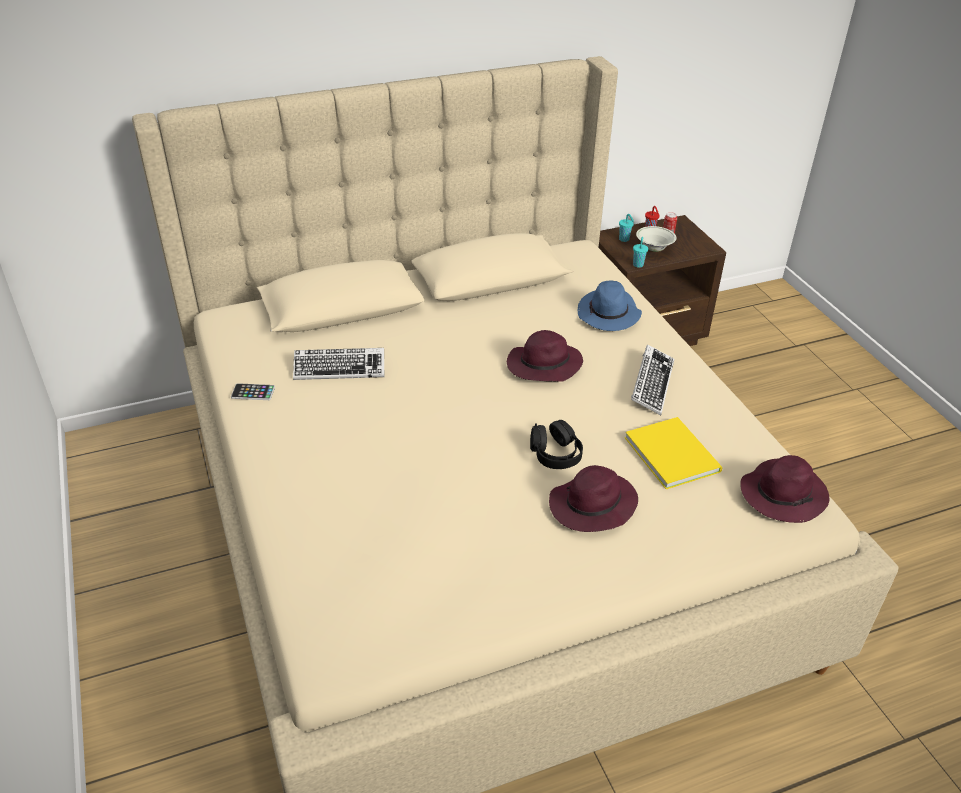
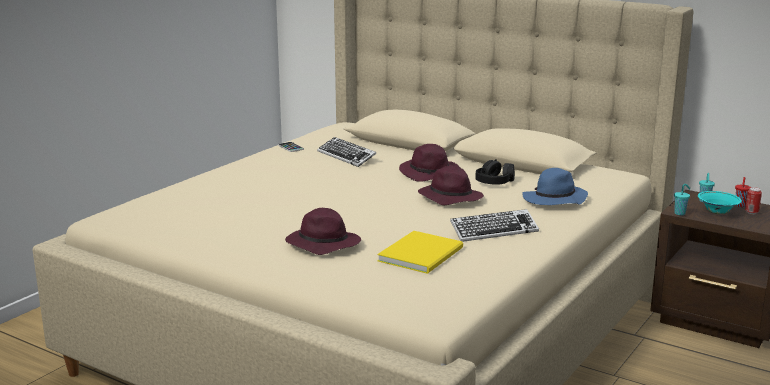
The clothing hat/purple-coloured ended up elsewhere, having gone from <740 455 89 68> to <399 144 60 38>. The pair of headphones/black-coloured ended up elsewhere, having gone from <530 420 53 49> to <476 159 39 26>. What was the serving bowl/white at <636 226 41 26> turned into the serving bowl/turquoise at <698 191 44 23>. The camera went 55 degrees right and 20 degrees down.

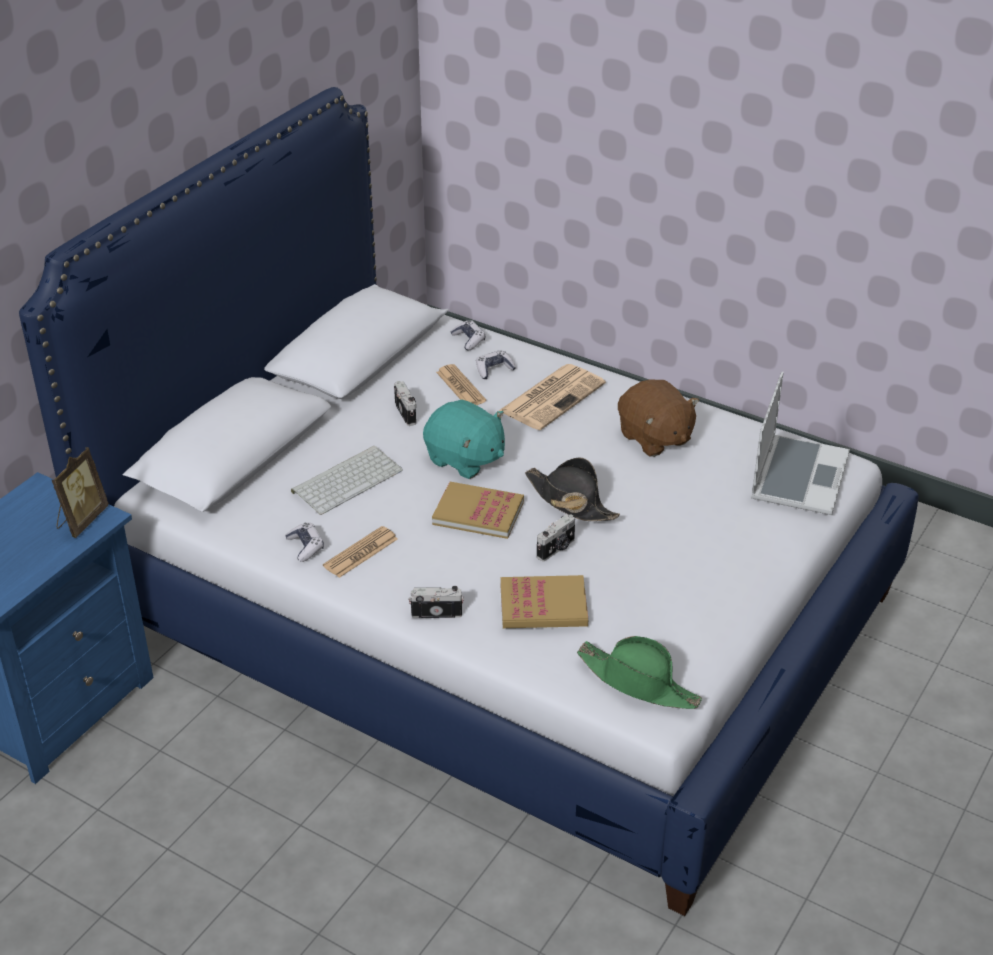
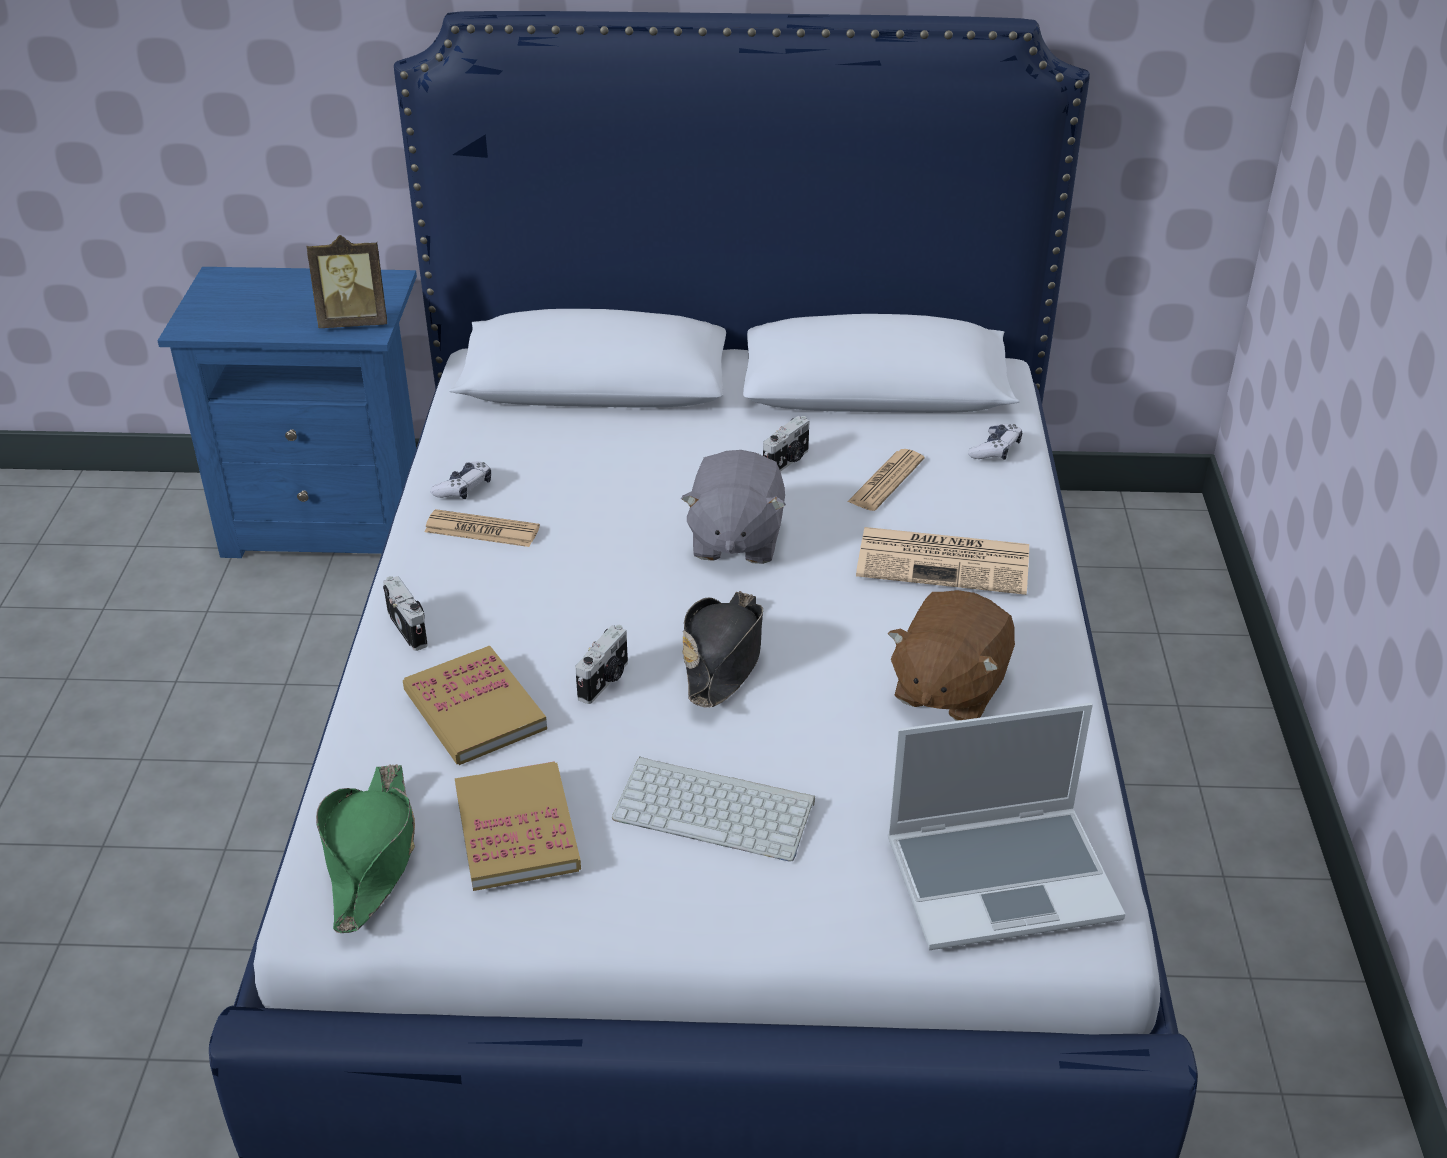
The bound book ended up elsewhere, having gone from <432 482 92 57> to <455 761 126 130>. The photo camera at <537 514 38 48> ended up facing another way, 75 degrees counterclockwise from before. The keyboard ended up elsewhere, having gone from <291 446 112 69> to <612 756 203 105>. What was the plush toy/turquoise at <423 400 82 79> turned into the plush toy/gray at <681 450 105 114>. The second view lost the game controller at <476 350 40 29>. The camera went 60 degrees right and 0 degrees up.

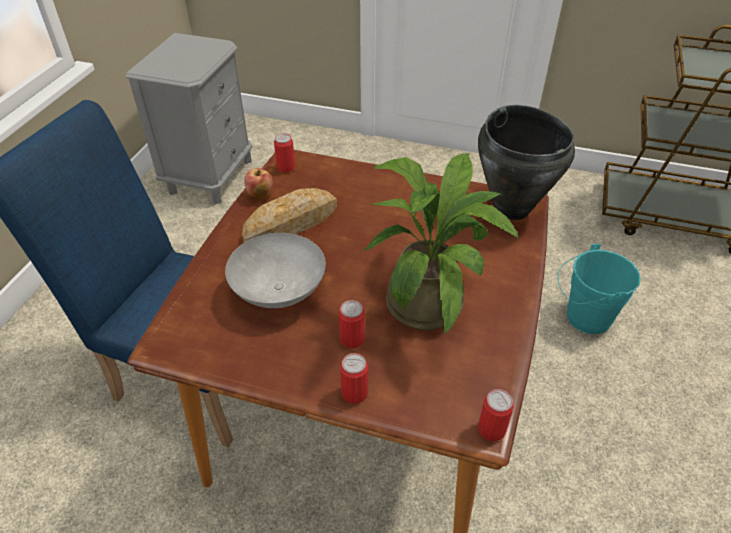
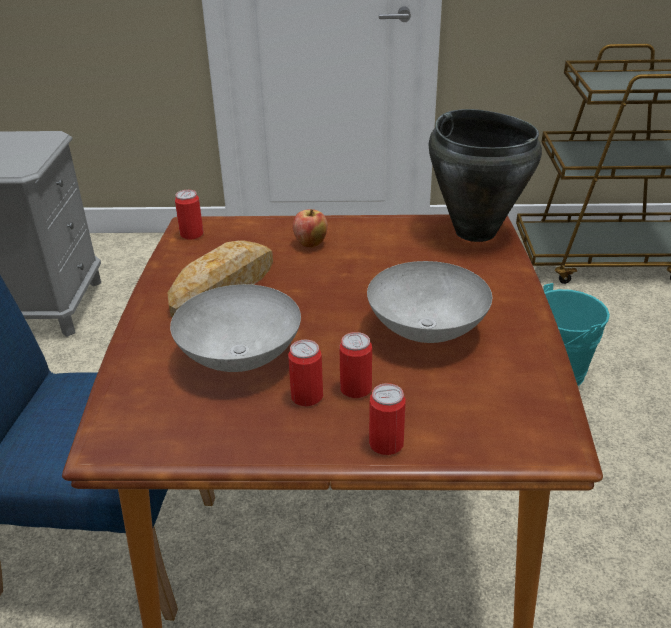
The sealed can ended up elsewhere, having gone from <478 389 36 52> to <288 340 35 66>. The apple fruit ended up elsewhere, having gone from <244 168 29 31> to <293 209 35 38>. Where the houseplant stood at <364 153 155 182>, the serving bowl/gray came to stand at <367 261 125 82>. The camera went 15 degrees left and 10 degrees down.

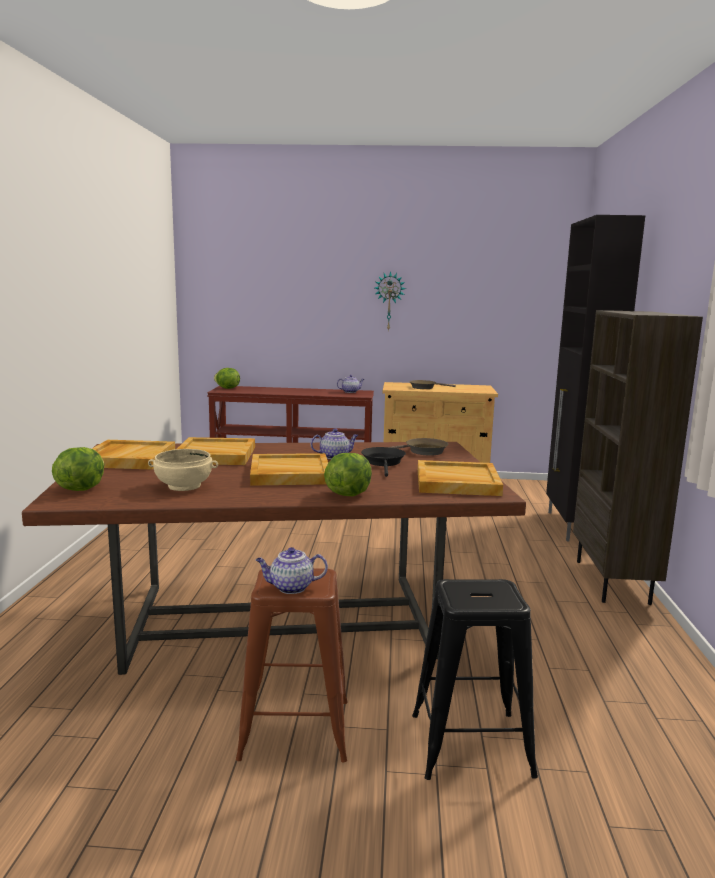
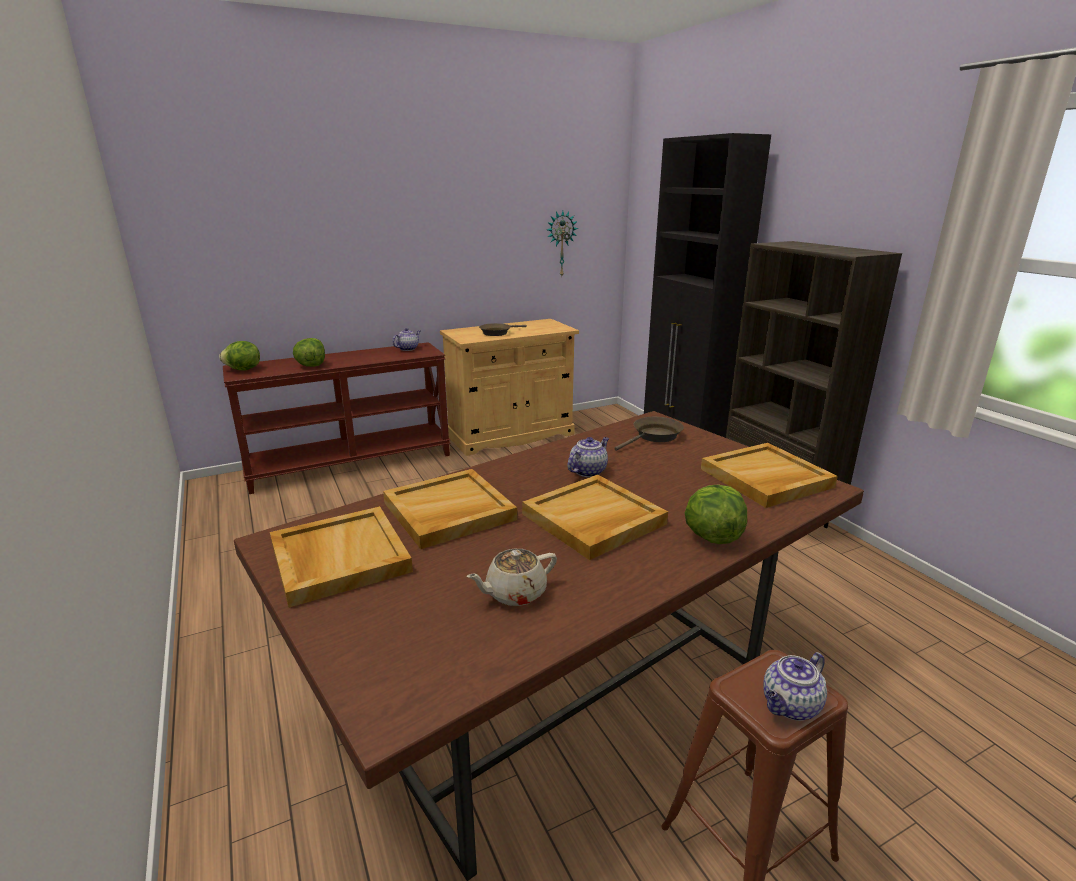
The lettuce head ended up elsewhere, having gone from <52 447 52 44> to <293 338 32 29>. Where the serving bowl/sand-coloured stood at <148 449 70 42>, the teapot/sand-coloured came to stand at <466 549 91 57>. The hanging clock ended up elsewhere, having gone from <375 271 31 60> to <547 211 31 67>. The second view lost the pan/black-coloured at <361 447 45 30>. The second view lost the stool seat/black-coloured at <412 579 126 201>. The camera went 30 degrees left and 10 degrees up.

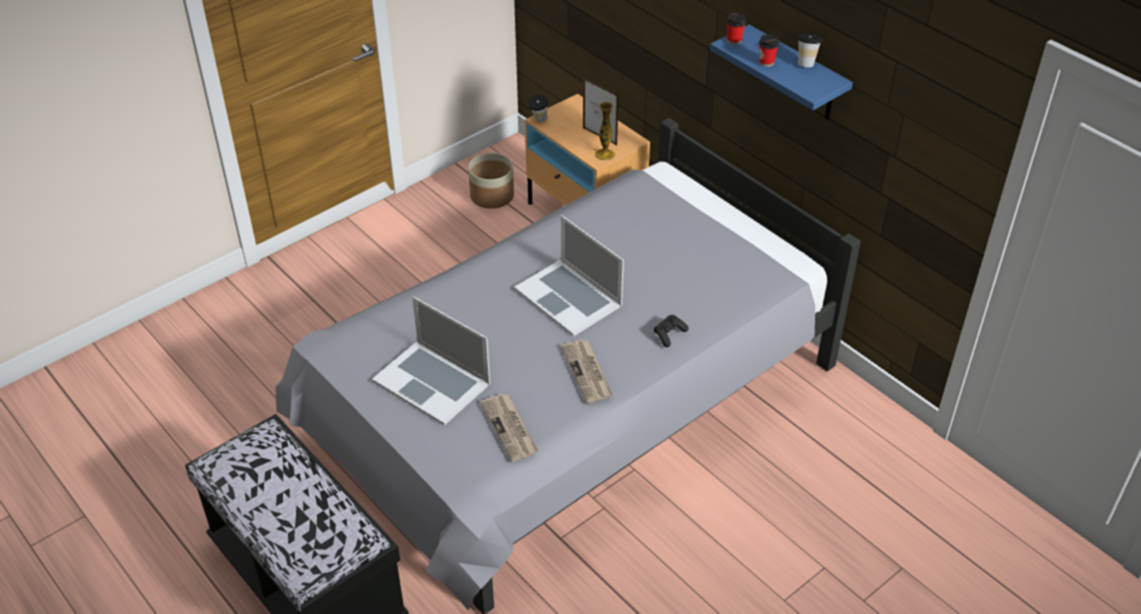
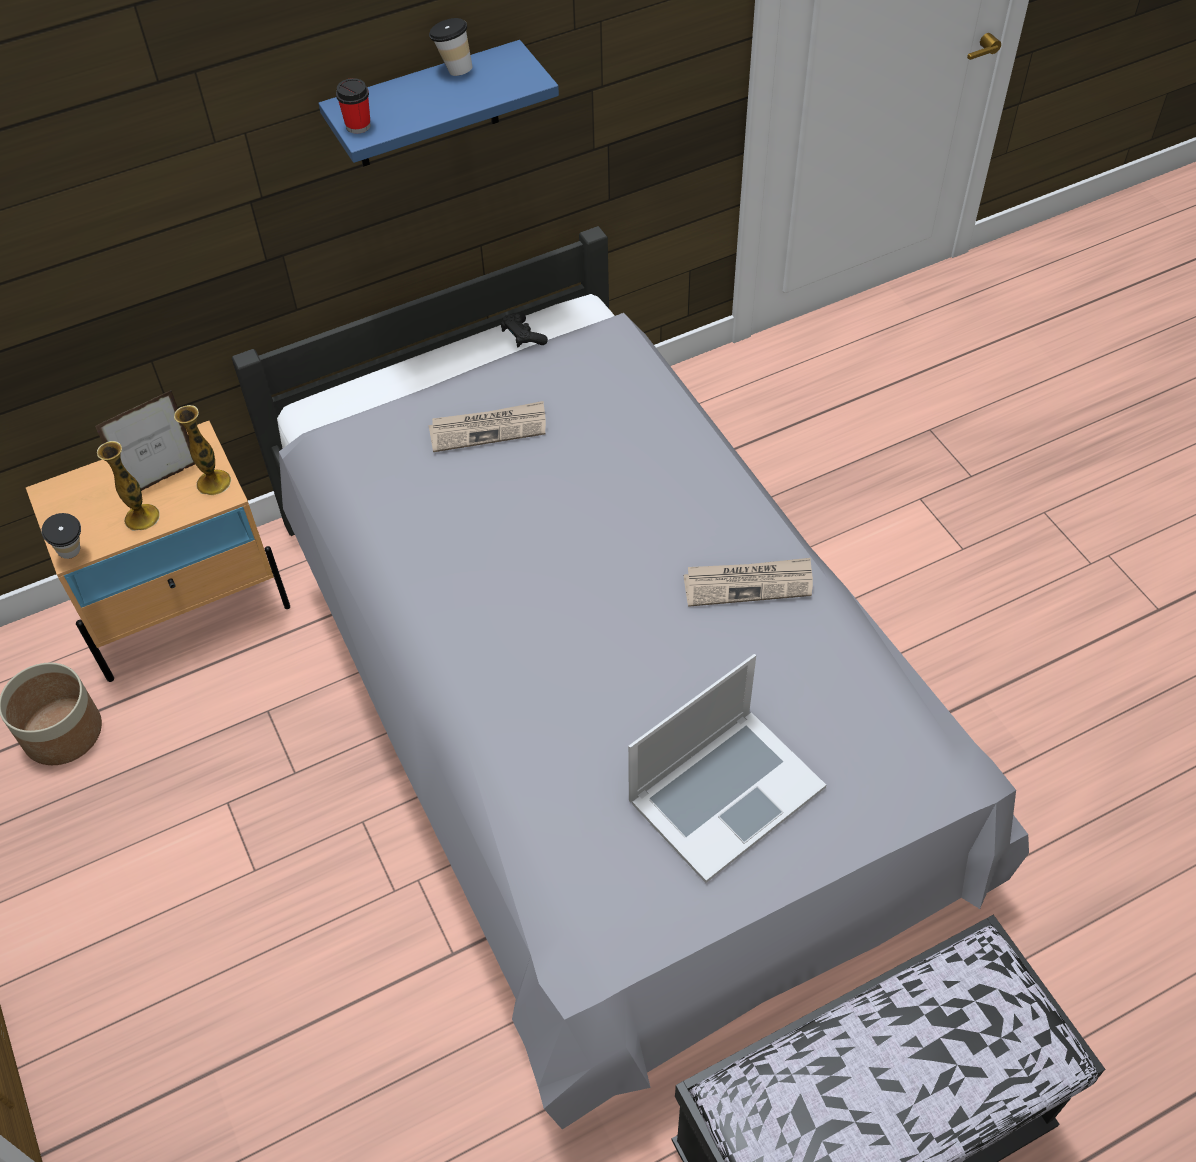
The second view gained the decorative vase at <97 441 63 90>. The daily paper ended up elsewhere, having gone from <480 394 58 68> to <429 401 117 51>. The game controller/black-coloured ended up elsewhere, having gone from <654 315 34 32> to <501 313 47 34>. The second view lost the laptop at <514 215 110 122>. The second view lost the drinking cup at <759 34 20 33>. The camera went 75 degrees left and 10 degrees up.

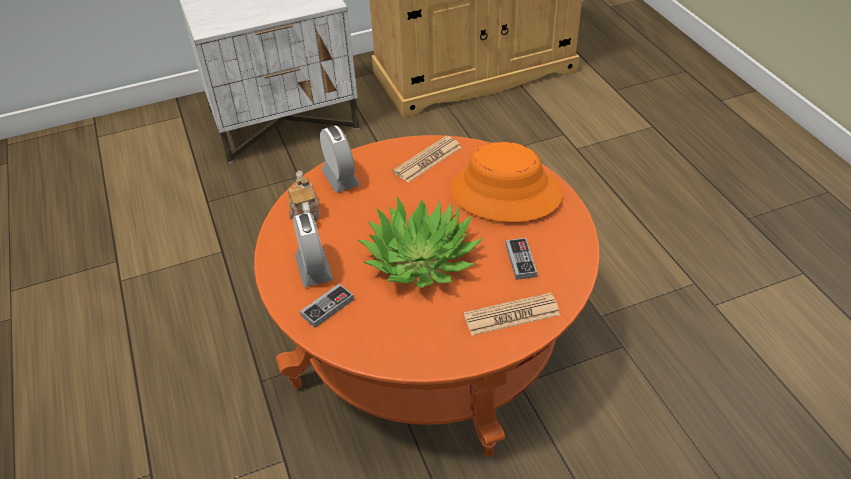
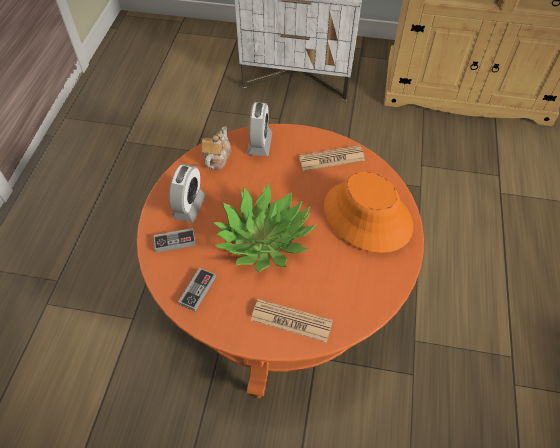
The game controller ended up elsewhere, having gone from <506 238 31 42> to <178 268 38 43>. The camera went 30 degrees right and 10 degrees up.

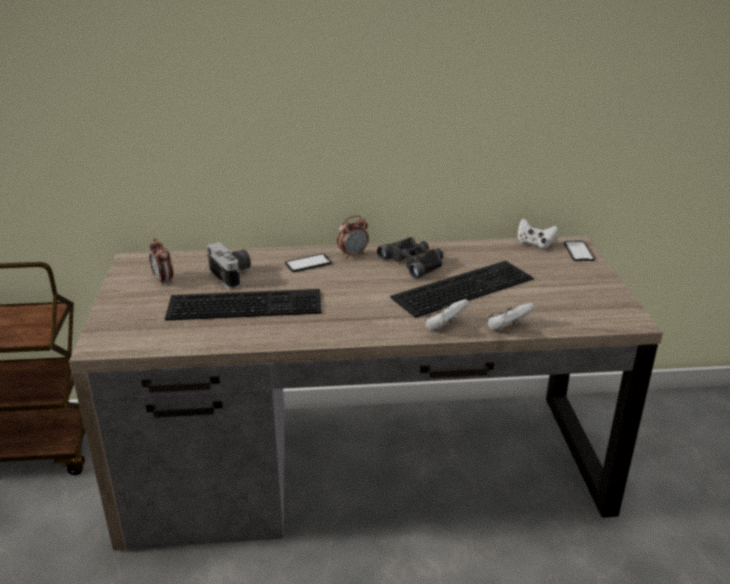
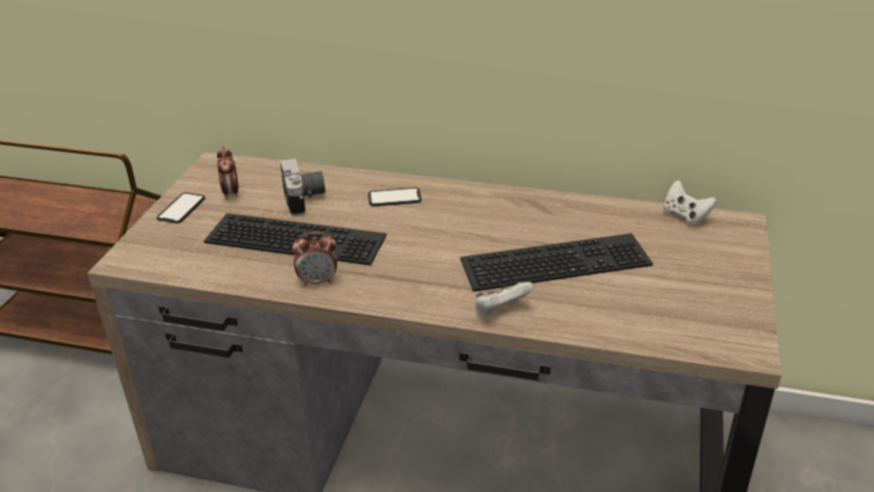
The telephone ended up elsewhere, having gone from <564 241 31 20> to <157 192 48 31>. The alarm clock ended up elsewhere, having gone from <337 216 32 43> to <292 232 45 55>. The second view lost the field glasses/black-coloured at <377 237 66 42>. The second view lost the game controller/white at <488 303 46 28>. The camera went 20 degrees right and 5 degrees up.

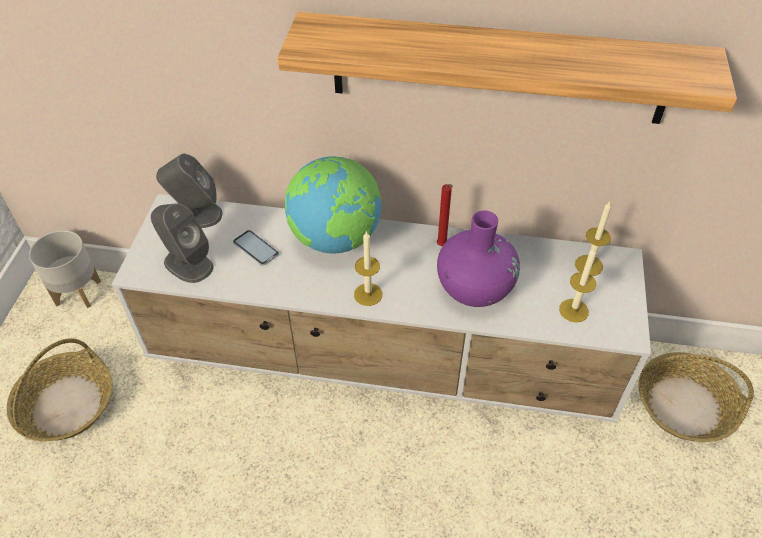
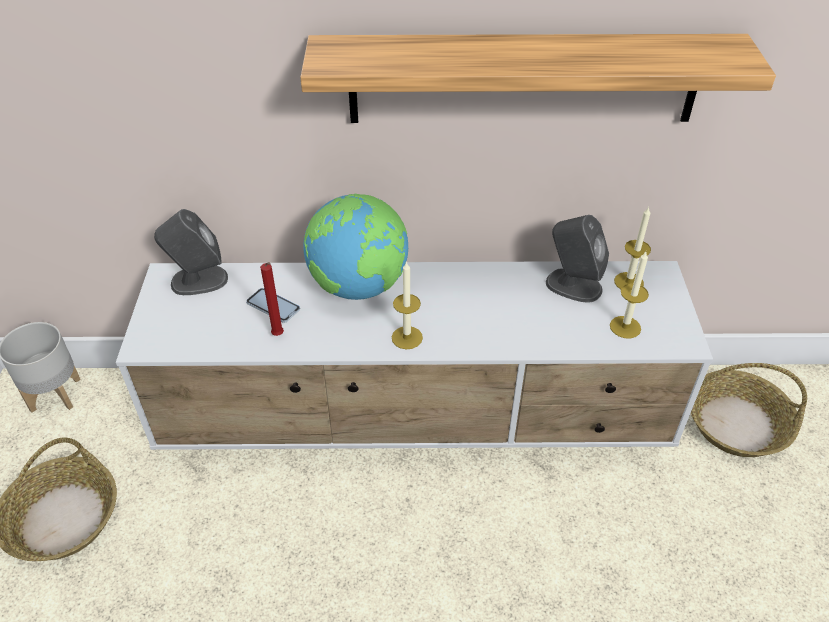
The candle/reddish ended up elsewhere, having gone from <437 184 16 62> to <260 262 24 74>. The speaker/gray ended up elsewhere, having gone from <151 203 63 80> to <546 215 63 87>. The second view lost the decorative vase/purple-coloured at <437 210 83 97>. The camera went 10 degrees left and 5 degrees down.

